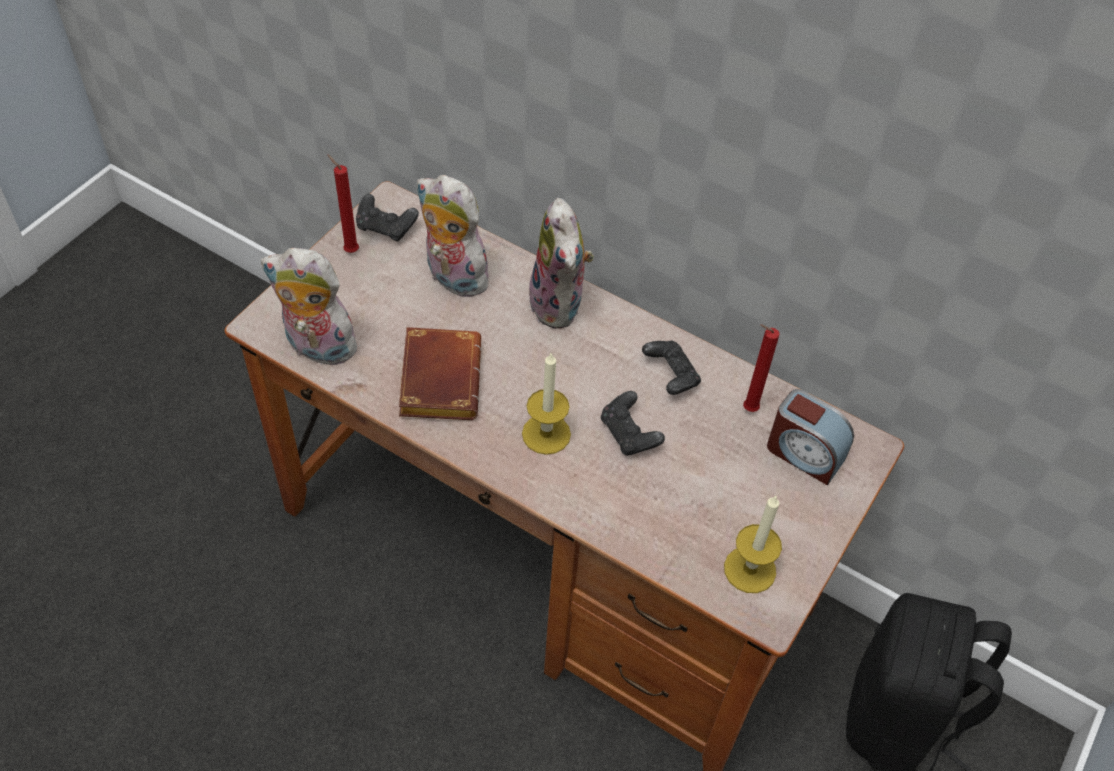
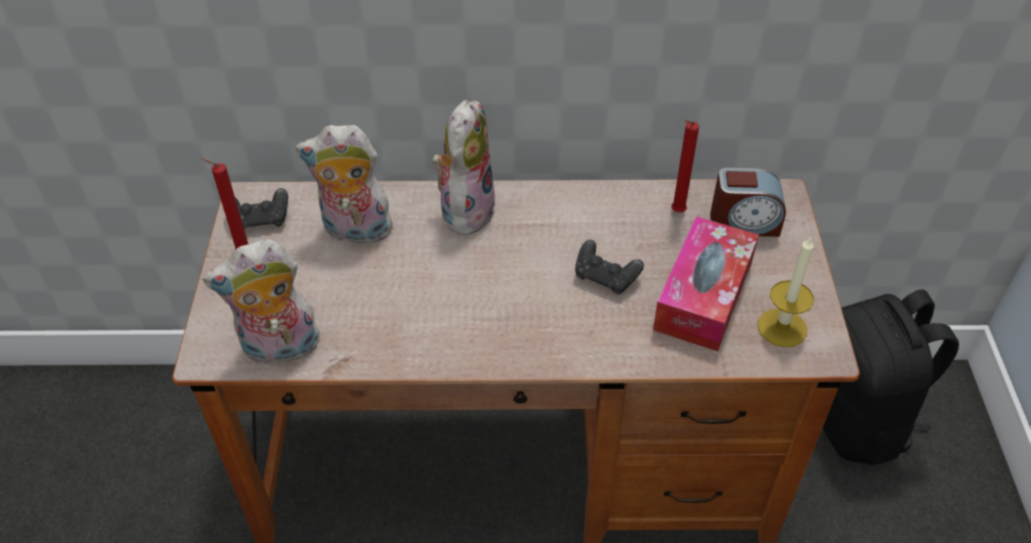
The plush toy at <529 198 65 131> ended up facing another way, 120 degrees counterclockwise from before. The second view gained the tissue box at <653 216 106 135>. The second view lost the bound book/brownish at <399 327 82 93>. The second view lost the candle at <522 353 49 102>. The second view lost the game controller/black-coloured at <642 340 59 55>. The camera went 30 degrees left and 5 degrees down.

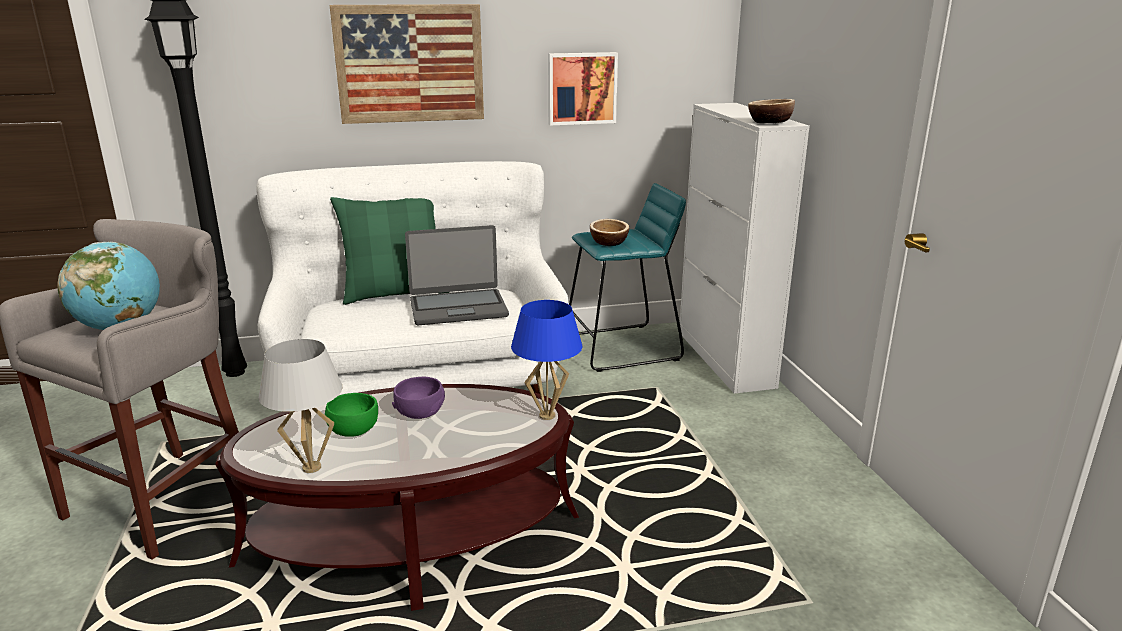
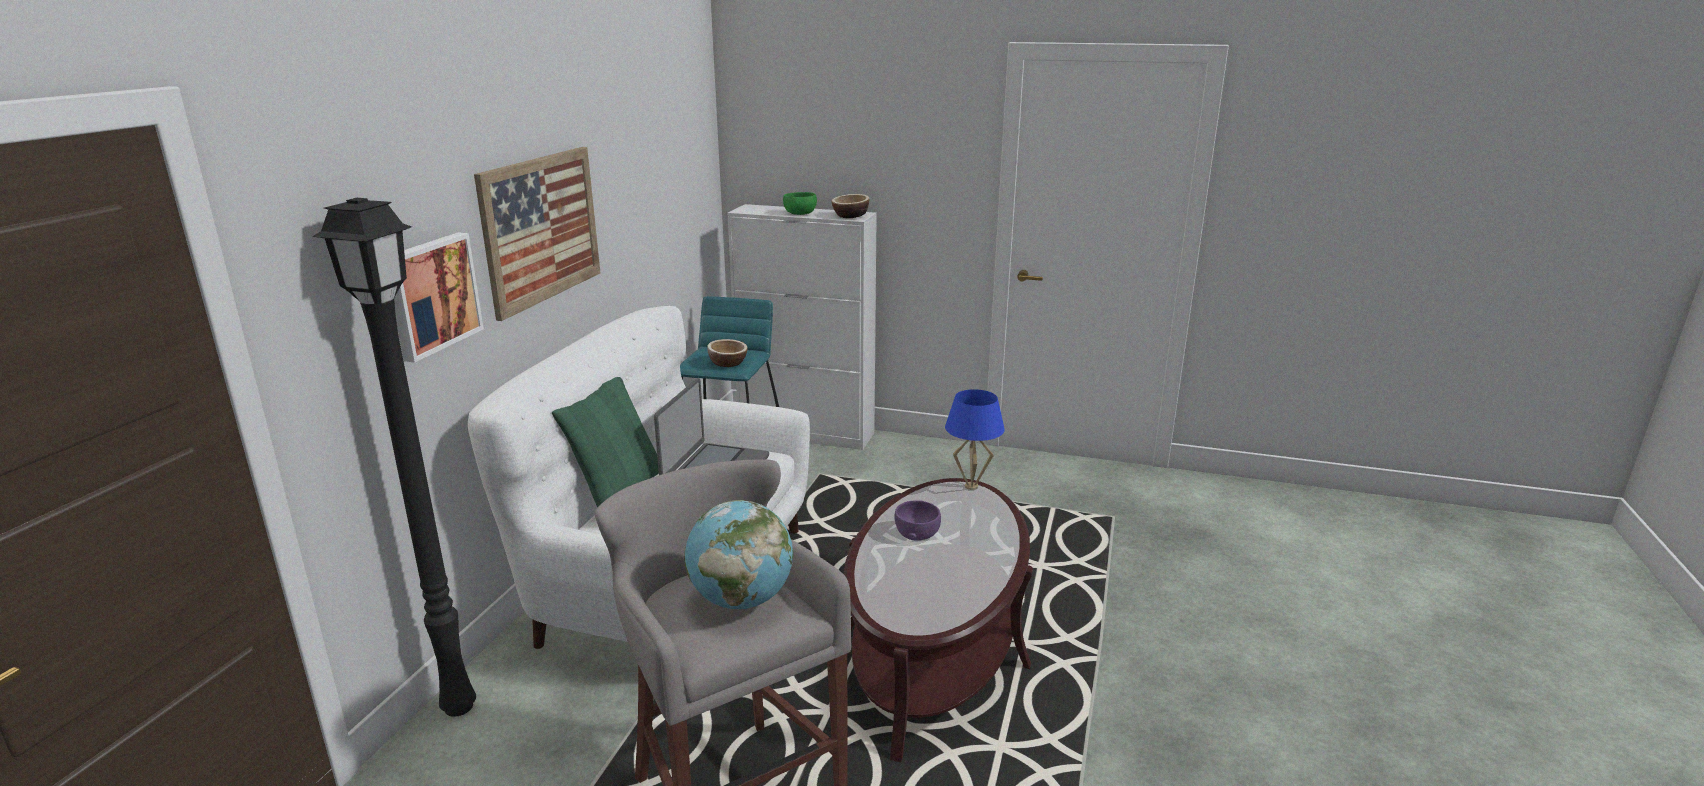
The picture ended up elsewhere, having gone from <548 52 70 73> to <394 232 90 131>. The serving bowl/green ended up elsewhere, having gone from <325 393 53 44> to <783 192 34 23>. The second view lost the table lamp/white at <258 339 84 134>. The camera went 60 degrees left and 0 degrees up.

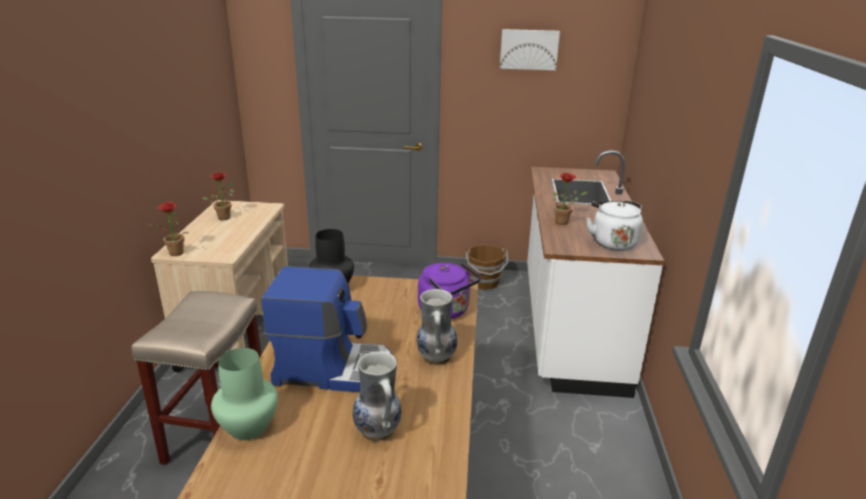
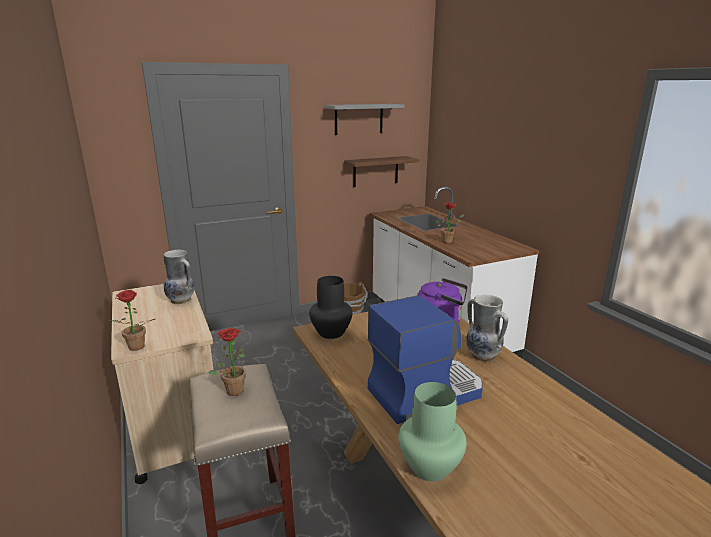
The decorative vase ended up elsewhere, having gone from <353 351 48 91> to <163 250 32 54>. The houseplant ended up elsewhere, having gone from <202 173 32 47> to <209 328 37 68>. Where the picture hung at <500 29 60 41>, the wall shelf/gray came to hang at <324 104 81 31>. The second view gained the wall shelf/brownish at <344 156 75 31>. The second view lost the water kettle/white at <586 201 57 50>. The camera went 30 degrees left and 5 degrees down.

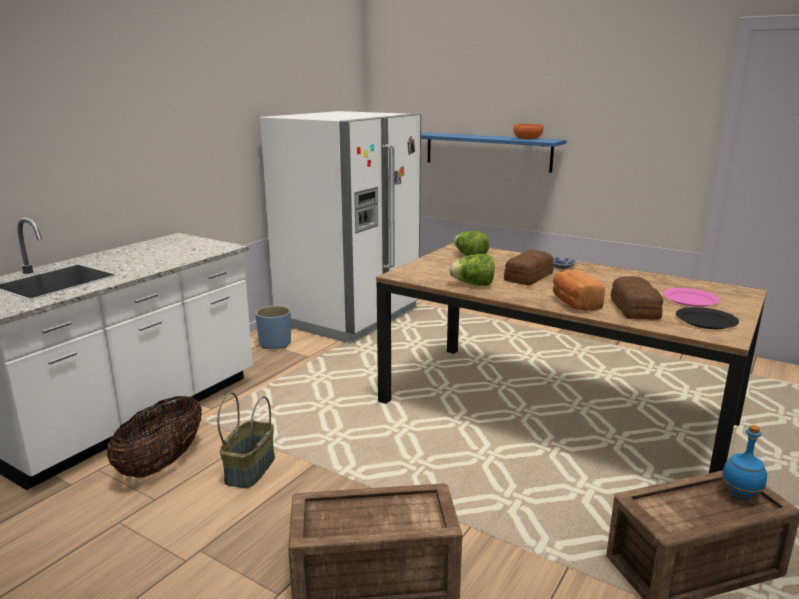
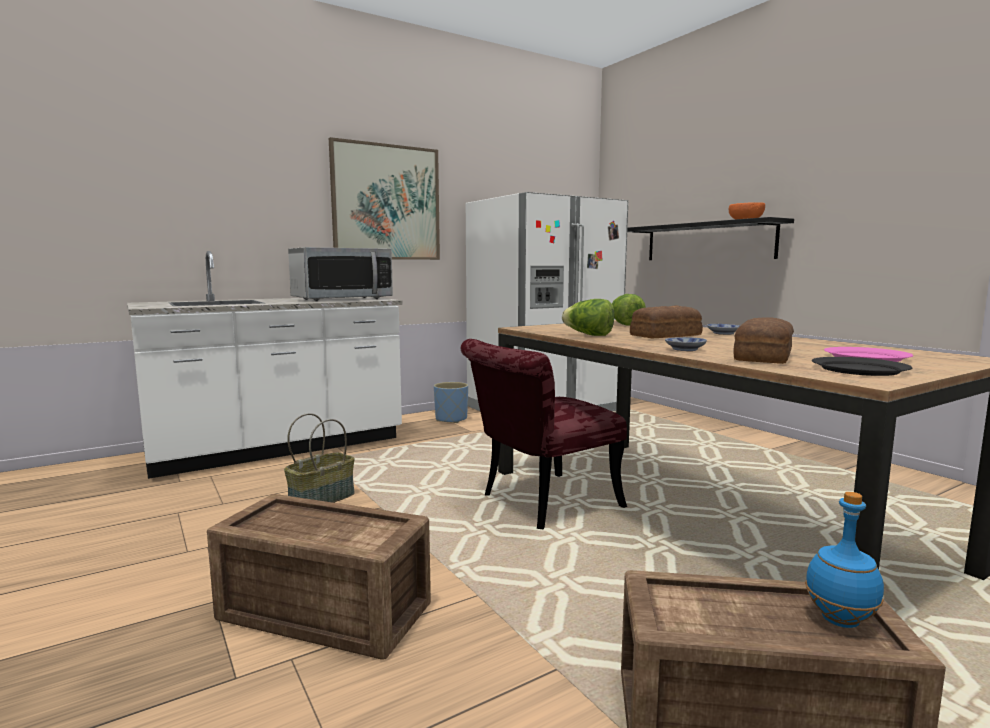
The second view gained the kitchen microwave at <288 247 105 54>. The second view gained the picture at <329 137 111 123>. The second view gained the upright chair/reddish at <461 339 166 190>. What was the wall shelf/blue at <421 132 146 41> turned into the wall shelf/black-coloured at <627 217 167 43>. Where the bread stood at <553 269 52 42>, the serving bowl came to stand at <665 337 42 14>. The second view lost the storage basket at <107 395 95 83>. The camera went 25 degrees right and 10 degrees down.

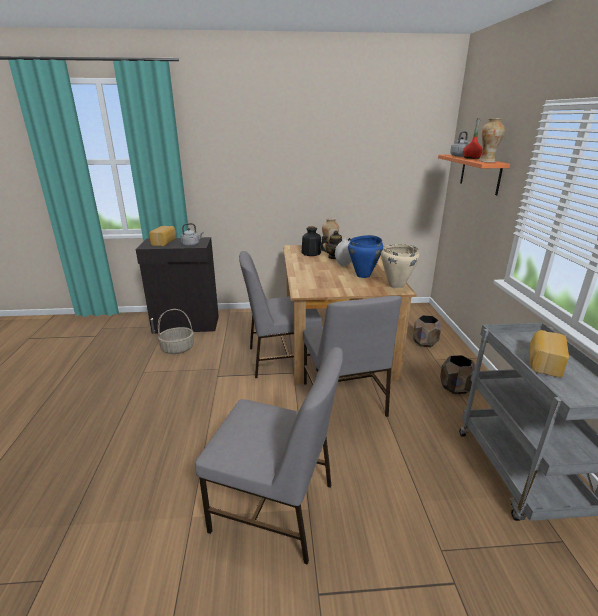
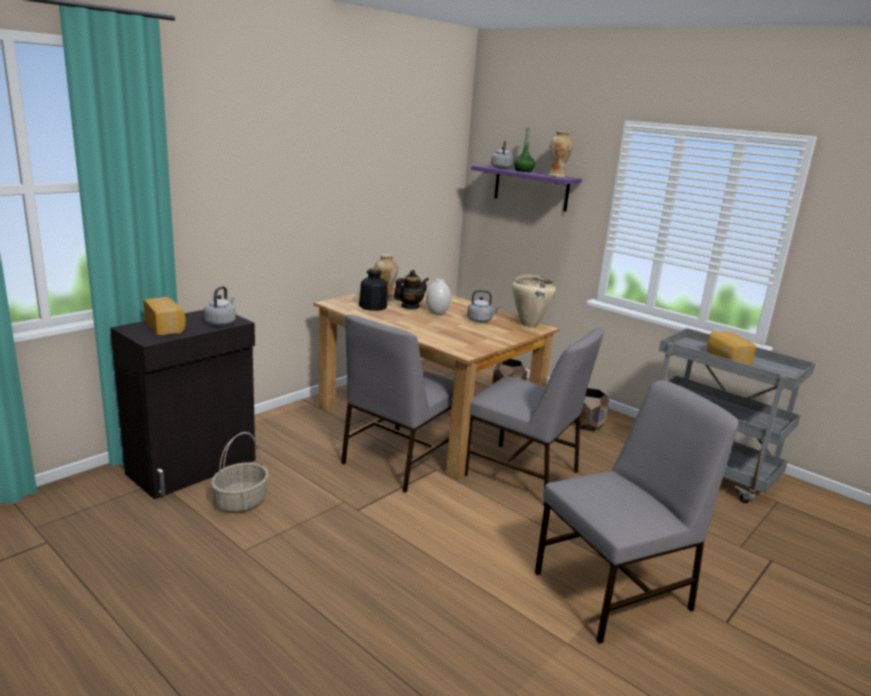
Where the cooking pot/blue stood at <348 235 35 43>, the water kettle/gray came to stand at <467 290 34 32>. What was the wall shelf/orange at <438 155 72 40> turned into the wall shelf/purple-coloured at <471 165 111 46>. What was the drink bottle/reddish at <463 118 19 41> turned into the drink bottle/green at <514 128 21 44>. The camera went 45 degrees left and 5 degrees down.

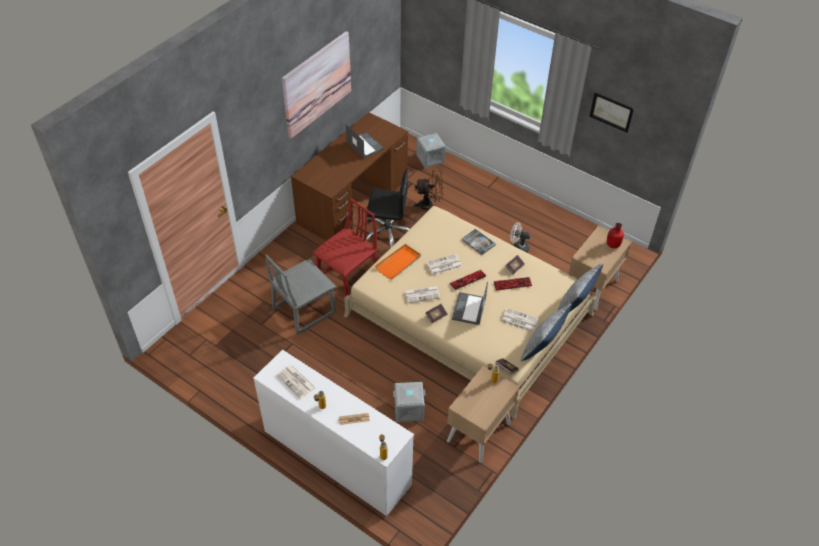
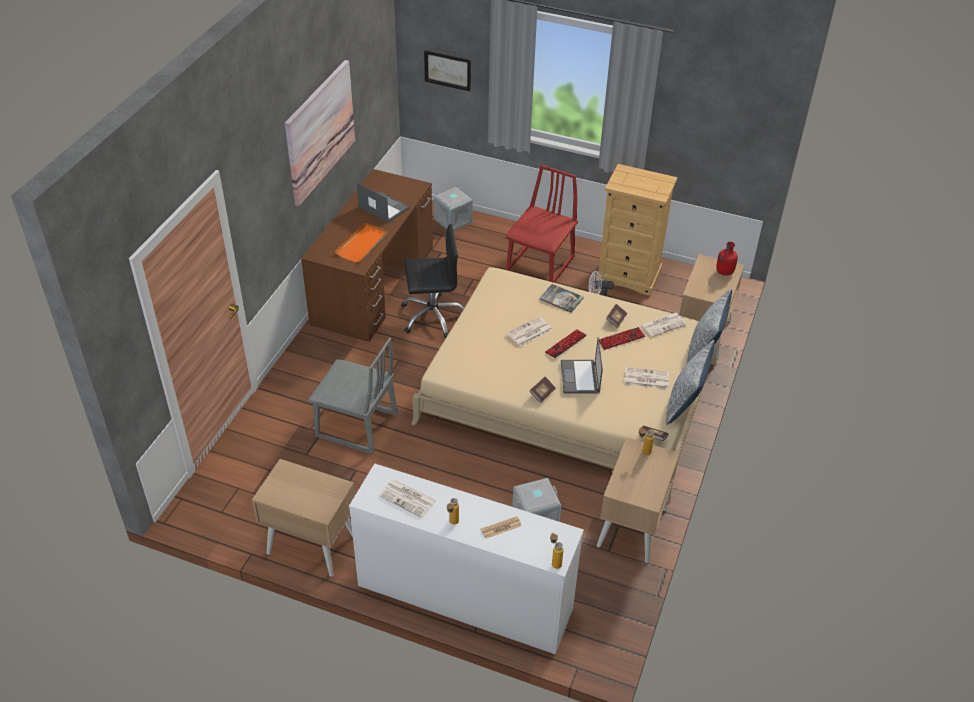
The second view gained the bedside table/sand-coloured at <252 459 103 118>. The upright chair/gray at <266 255 70 80> ended up facing another way, 105 degrees counterclockwise from before. The tray/orange ended up elsewhere, having gone from <375 244 46 36> to <335 223 53 39>. The picture ended up elsewhere, having gone from <590 92 44 41> to <424 50 47 41>. The upright chair/reddish ended up elsewhere, having gone from <313 198 65 99> to <506 165 72 118>. The second view gained the chest of drawers/sand-coloured at <596 164 81 132>. The daily paper ended up elsewhere, having gone from <405 286 35 17> to <641 313 46 24>. The second view lost the fan/brownish at <413 170 30 40>. The camera went 15 degrees left and 5 degrees down.

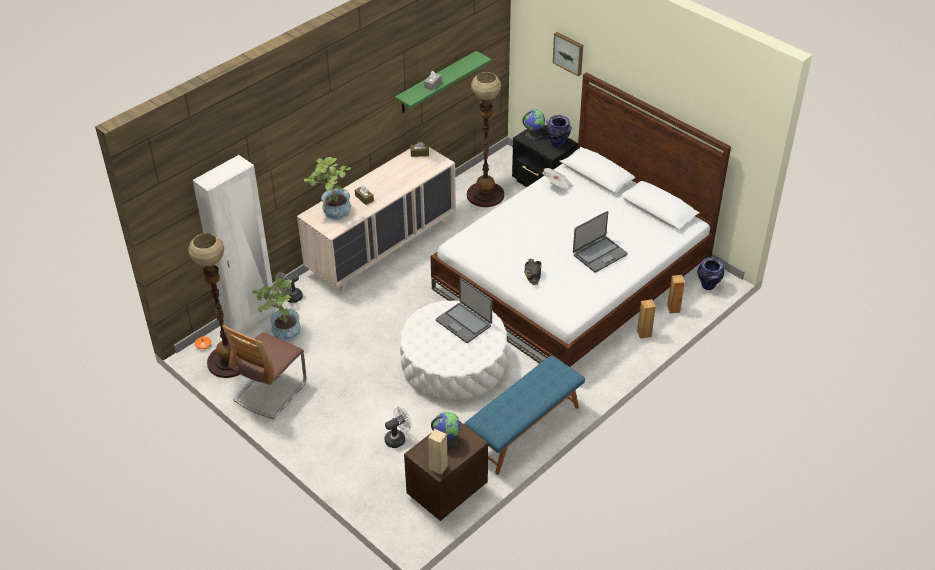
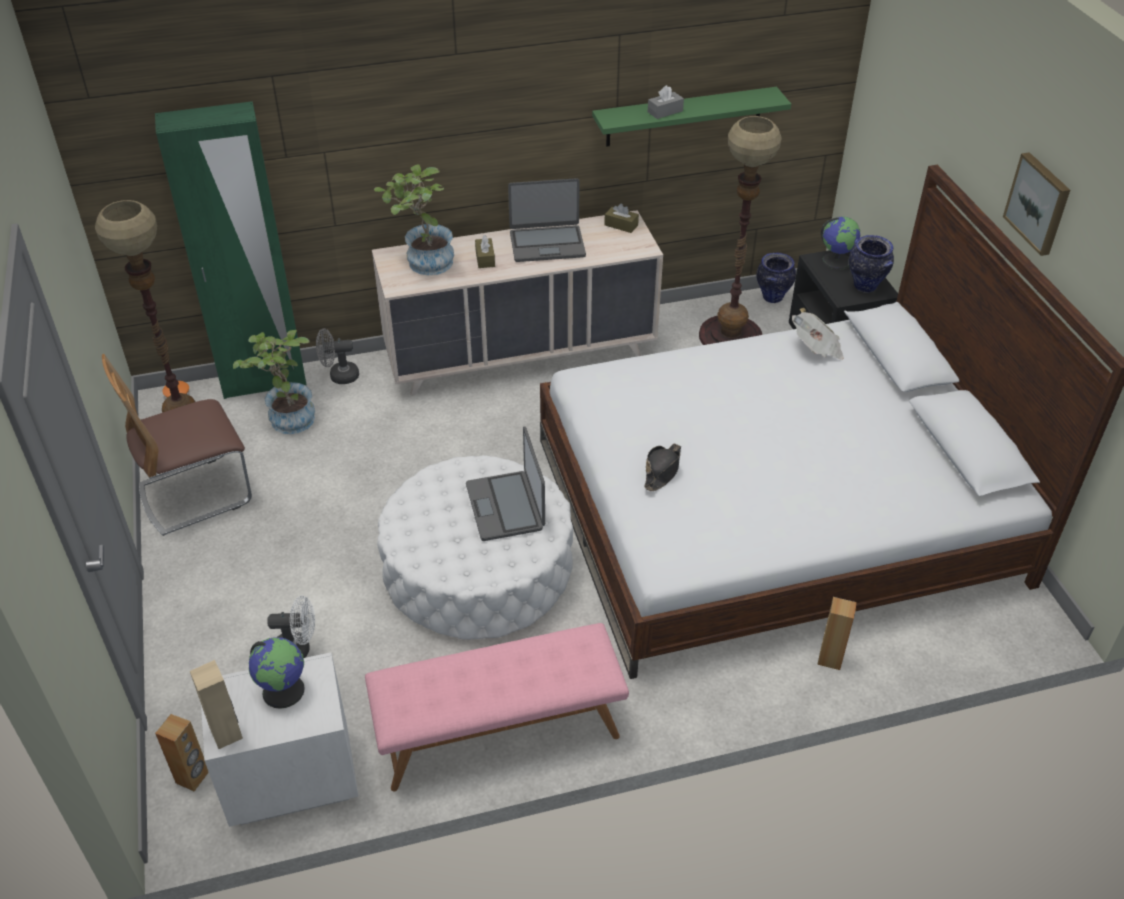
What was the armoire/white at <193 155 83 180> turned into the armoire/green at <155 101 151 298>. The speaker/brownish ended up elsewhere, having gone from <667 275 18 38> to <155 714 54 78>. What was the bedside table/brownish at <404 422 84 99> turned into the bedside table/white at <201 652 157 175>. What was the bench/blue at <464 355 121 120> turned into the bench/pink-coloured at <365 623 264 168>. The laptop ended up elsewhere, having gone from <573 211 55 62> to <508 178 78 84>. The decorative vase ended up elsewhere, having gone from <698 257 26 33> to <756 253 40 50>. The picture ended up elsewhere, having gone from <553 32 30 45> to <1003 152 67 104>. The camera went 30 degrees right and 0 degrees up.

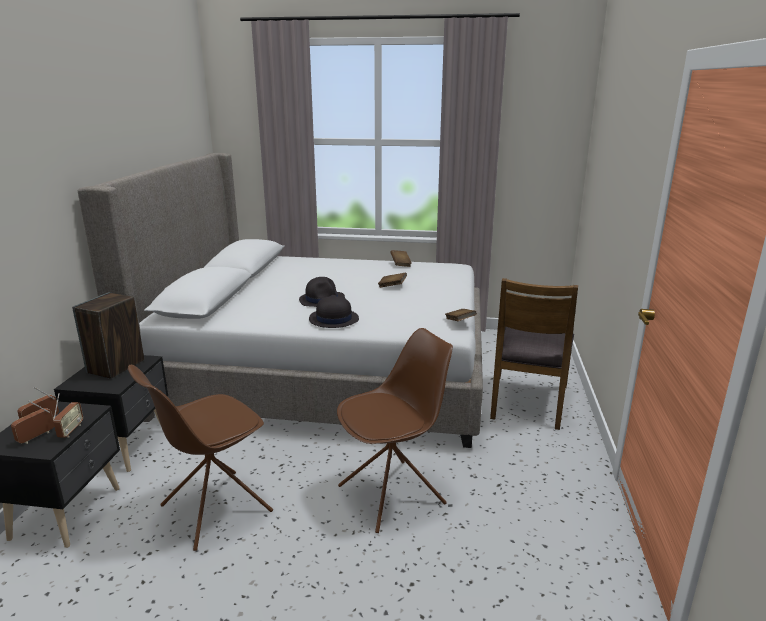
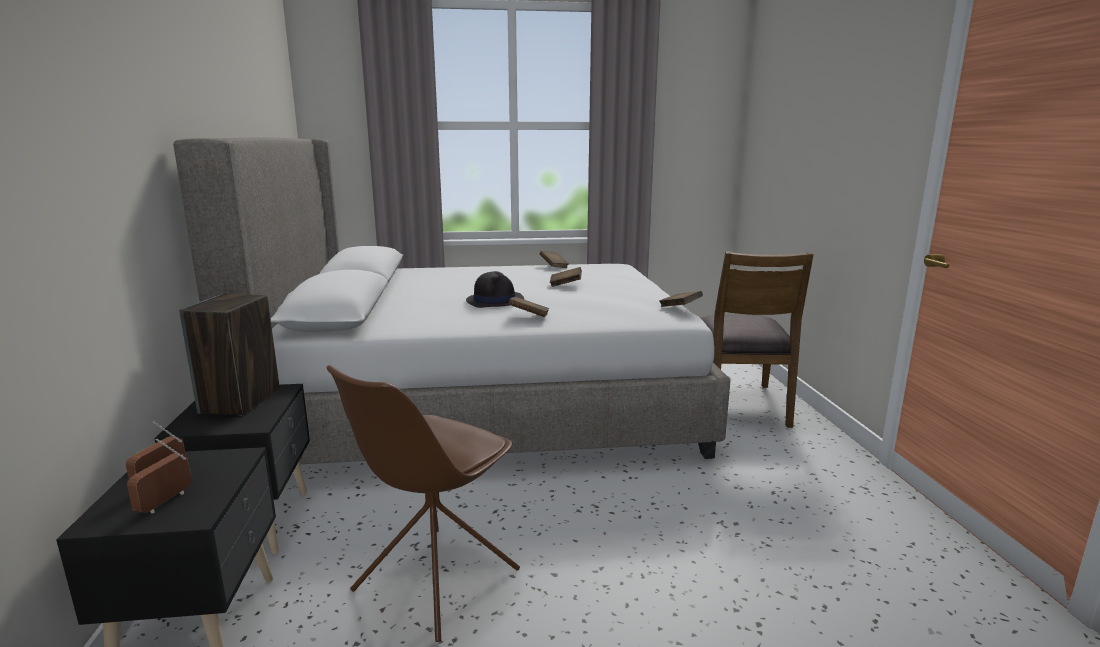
Where the clothing hat/black-coloured stood at <309 295 50 33>, the bound book/brownish came to stand at <508 297 41 20>. The second view lost the radio receiver at <53 393 30 45>. The second view lost the upright chair/brownish at <337 328 116 205>. The camera went 15 degrees left and 5 degrees down.

